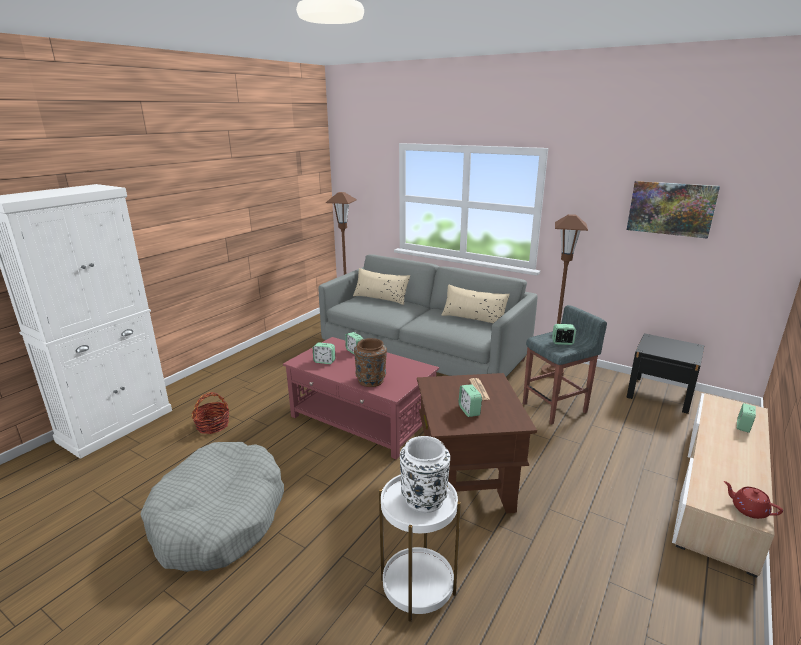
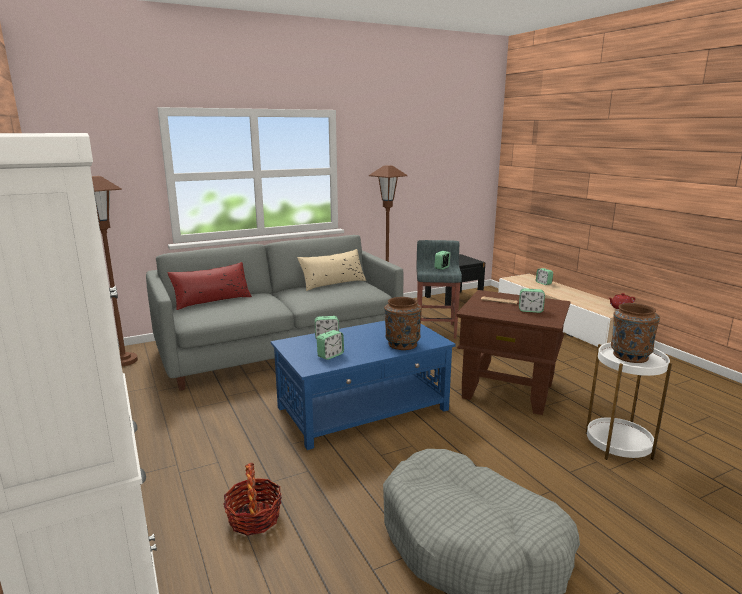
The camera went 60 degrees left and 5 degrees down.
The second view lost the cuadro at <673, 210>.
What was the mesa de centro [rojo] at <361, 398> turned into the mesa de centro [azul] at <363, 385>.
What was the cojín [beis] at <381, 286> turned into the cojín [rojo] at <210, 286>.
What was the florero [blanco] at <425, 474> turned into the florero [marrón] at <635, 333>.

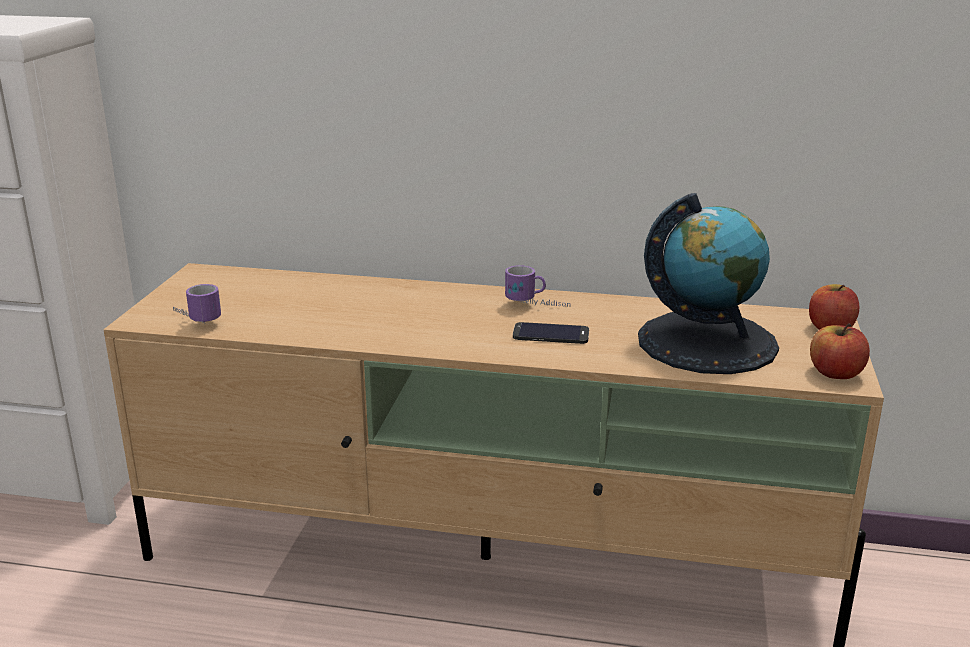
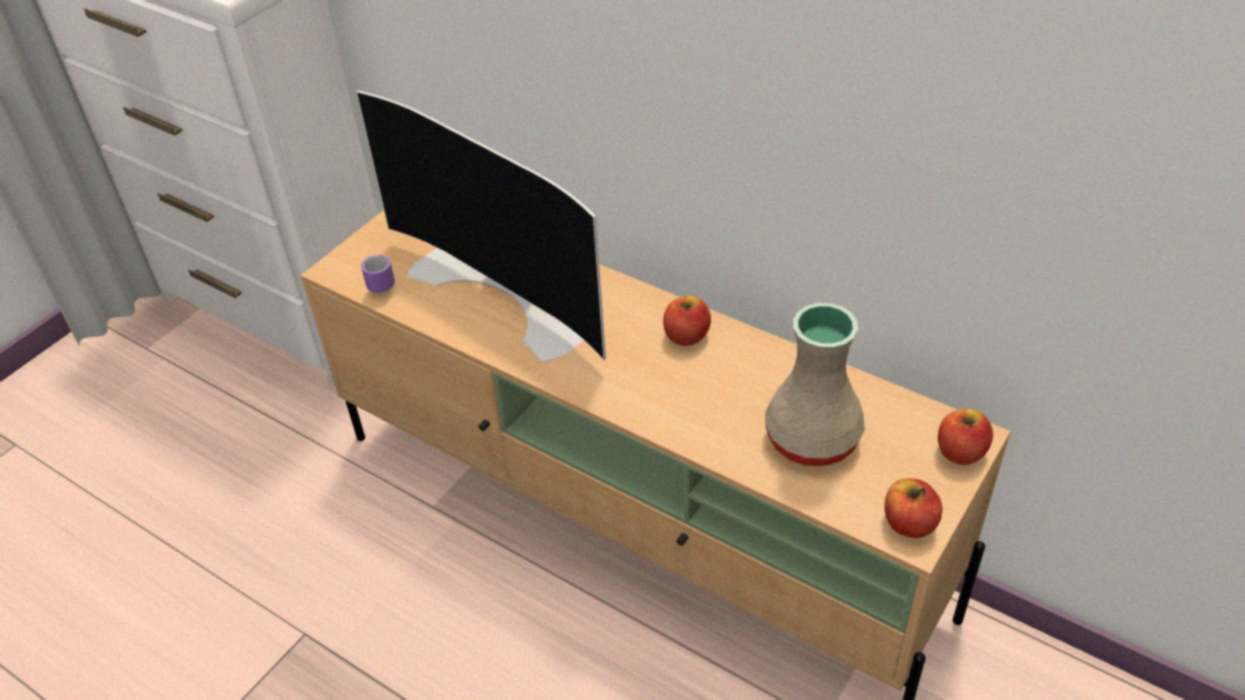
The camera went 25 degrees right and 20 degrees up.
The second view lost the móvil at <551, 333>.
The second view gained the televisor at <481, 226>.
Where the taza grande stood at <538, 286>, the manzana came to stand at <687, 321>.
Where the globo terráqueo stood at <708, 283>, the florero [beis] came to stand at <815, 384>.

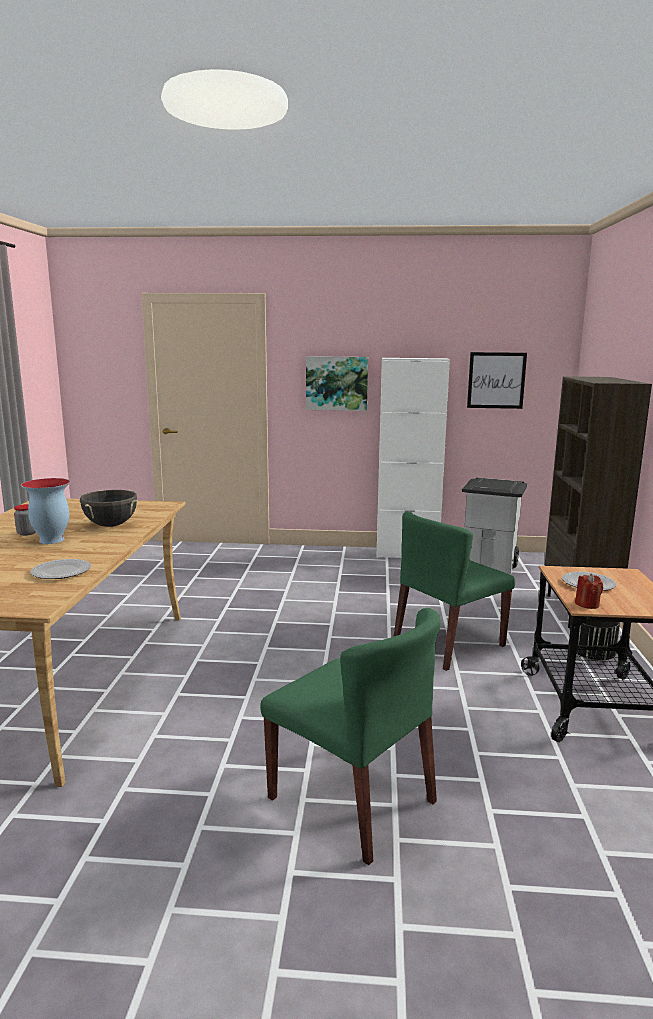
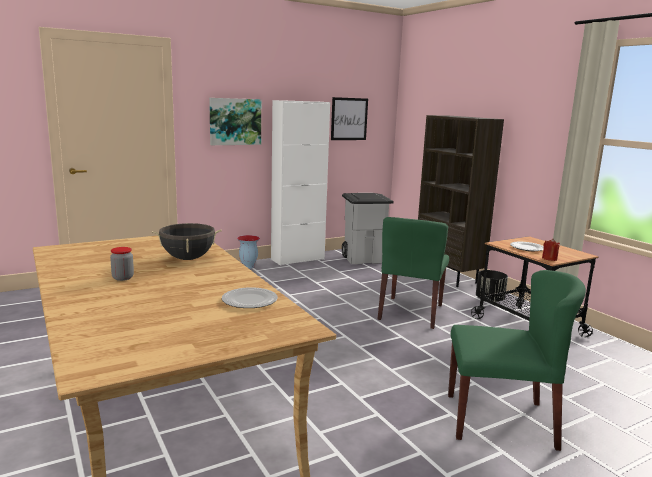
The camera went 35 degrees left and 0 degrees up.
The florero ended up elsewhere, having gone from <45, 511> to <248, 252>.

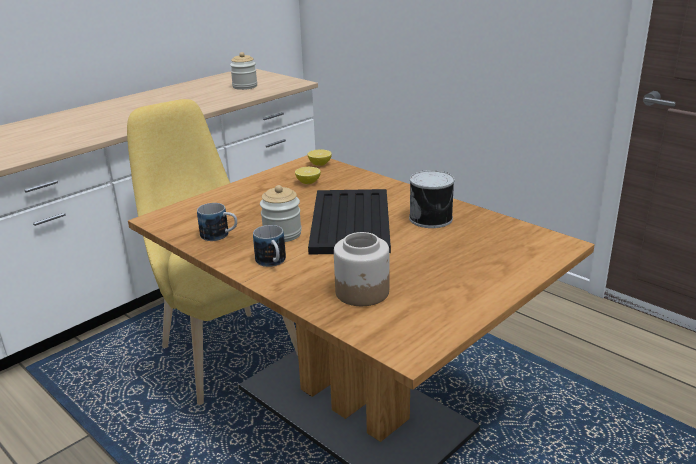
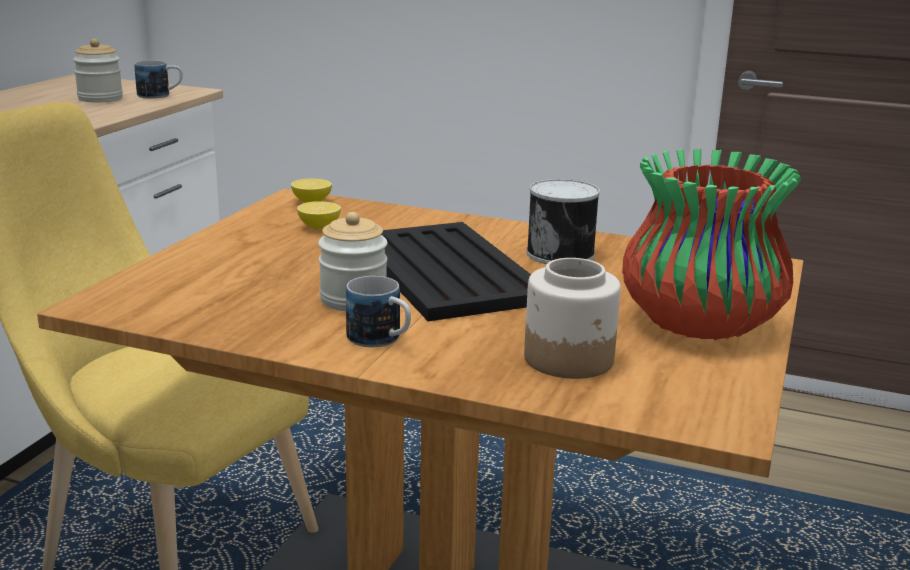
The camera went 25 degrees left and 5 degrees down.
The second view gained the florero at <711, 244>.
The taza grande ended up elsewhere, having gone from <217, 222> to <159, 80>.

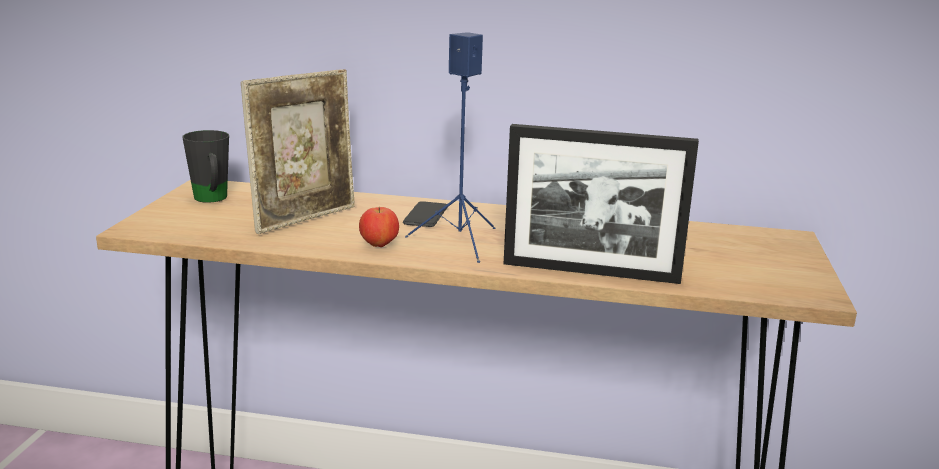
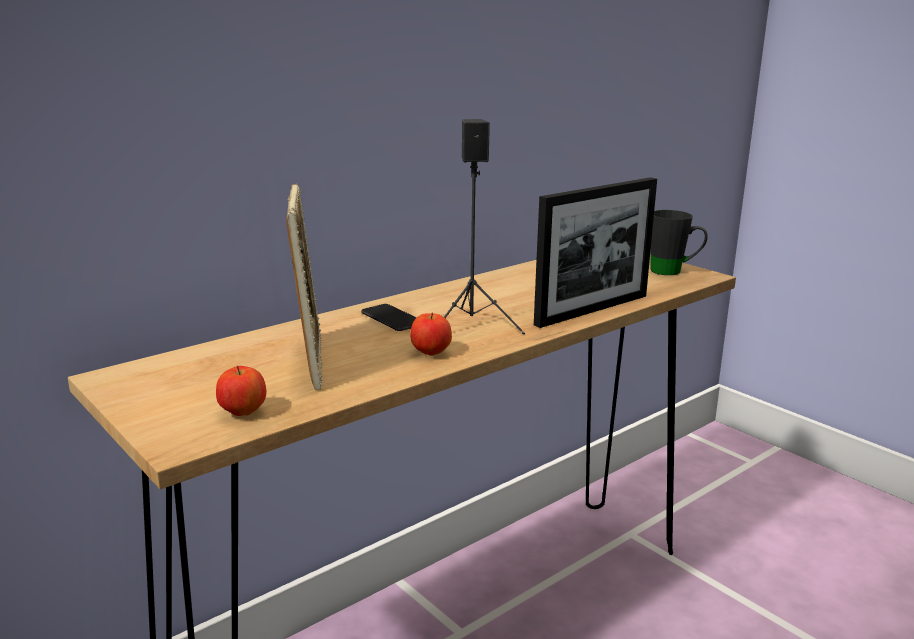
The camera went 50 degrees left and 0 degrees up.
The second view gained the manzana at <241, 391>.
The taza grande [negro] ended up elsewhere, having gone from <205, 166> to <679, 242>.
What was the altavoz [azul] at <450, 147> turned into the altavoz [negro] at <484, 226>.

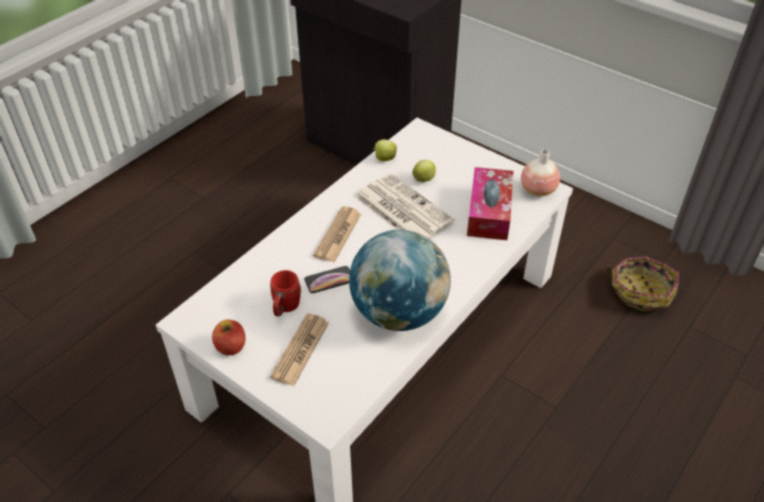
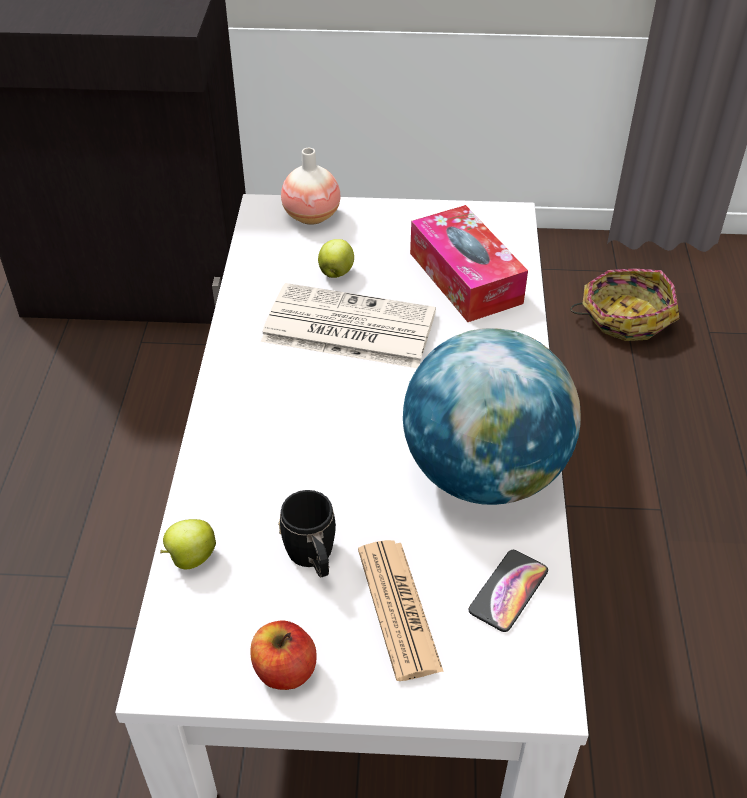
The camera went 35 degrees left and 0 degrees up.
The second view lost the periódico at <337, 234>.
The móvil ended up elsewhere, having gone from <327, 279> to <508, 591>.
The manzana ended up elsewhere, having gone from <385, 150> to <188, 544>.
The florero ended up elsewhere, having gone from <540, 173> to <310, 186>.
What was the taza grande [rojo] at <286, 293> turned into the taza grande [negro] at <307, 534>.

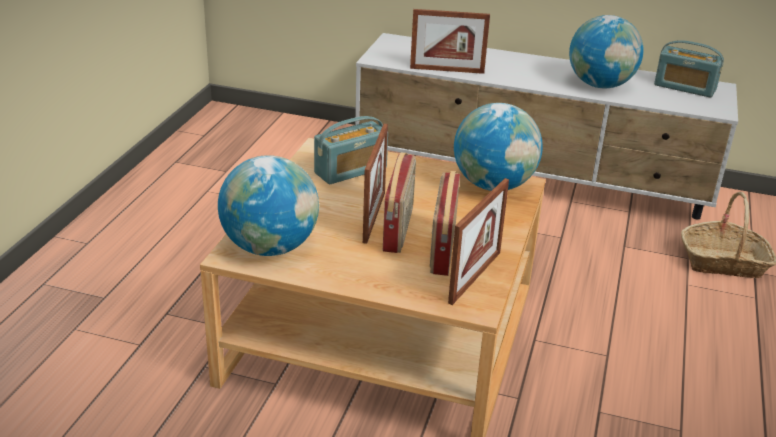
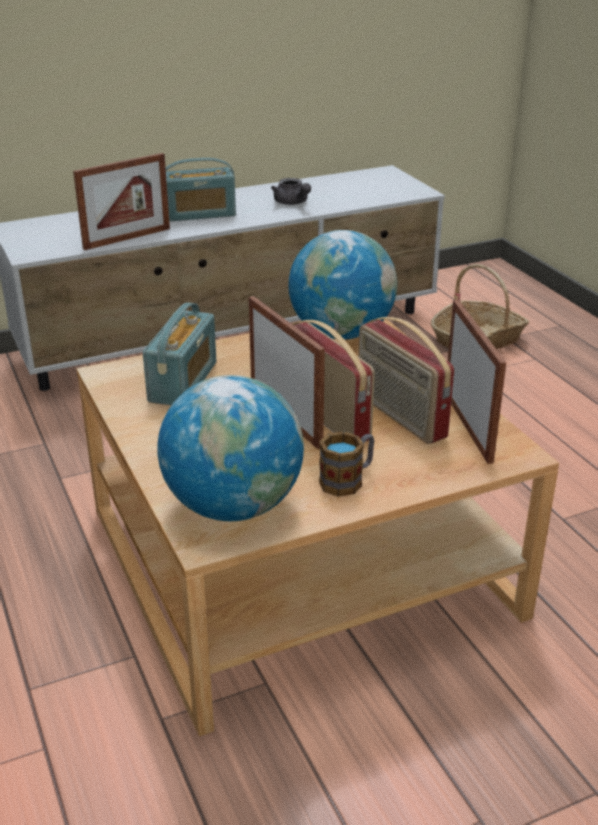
The camera went 40 degrees left and 0 degrees up.
The second view gained the taza grande at <346, 464>.
The radio ended up elsewhere, having gone from <689, 69> to <200, 190>.
Where the globo terráqueo stood at <606, 51>, the tetera [gris] came to stand at <291, 191>.

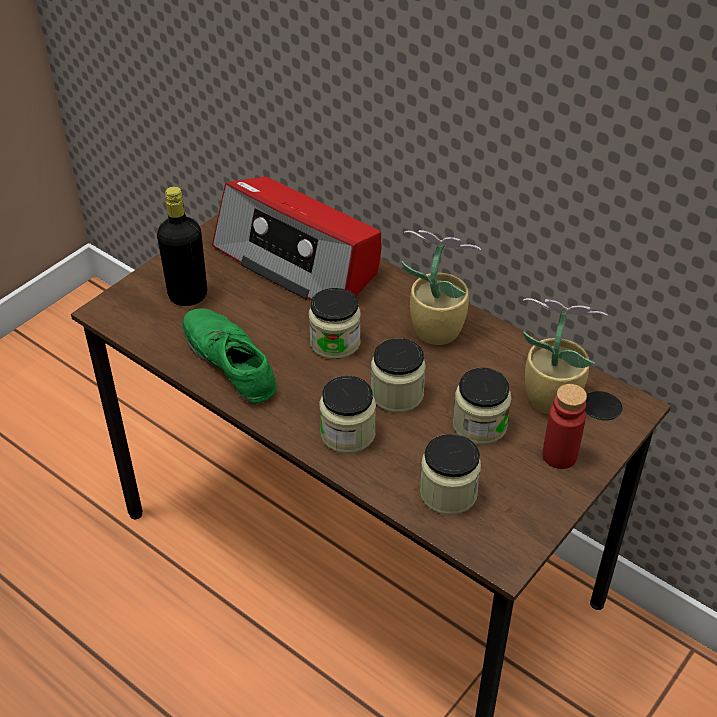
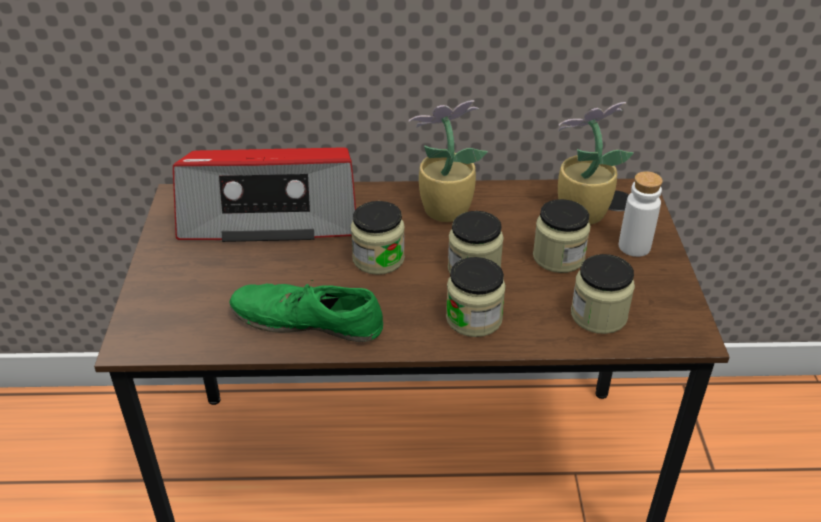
The camera went 40 degrees left and 5 degrees down.
The second view lost the botella [negro] at <182, 246>.
What was the botella [rojo] at <564, 426> turned into the botella [blanco] at <641, 214>.

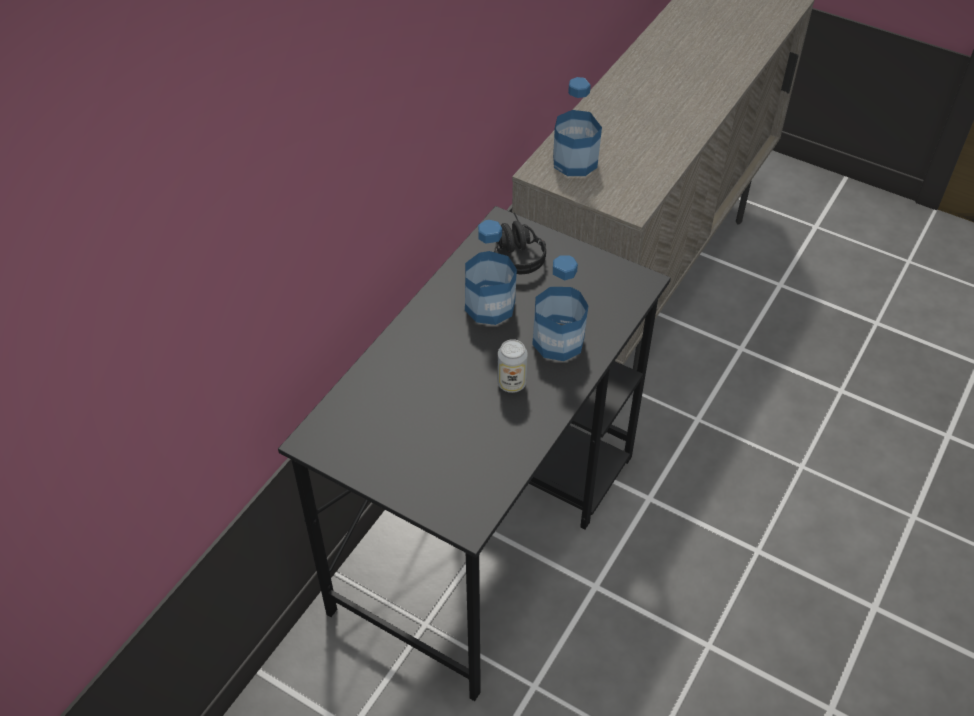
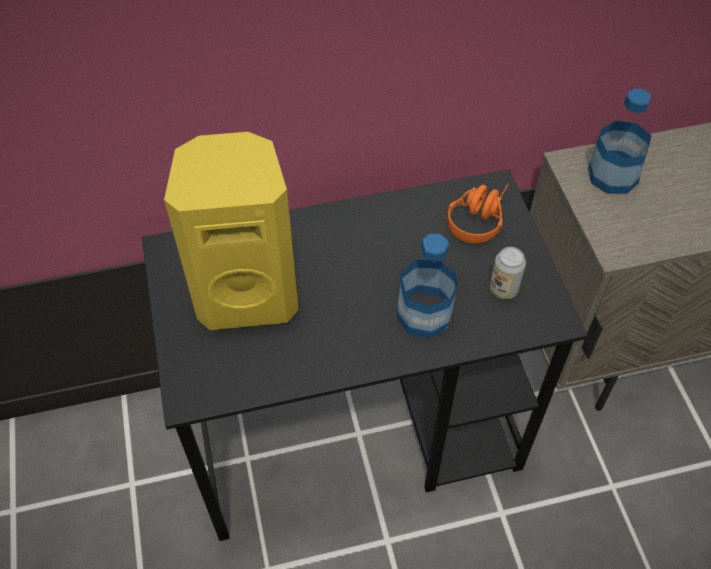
The camera went 45 degrees right and 5 degrees up.
The second view lost the botella at <491, 272>.
The second view gained the altavoz [amarillo] at <231, 231>.
The lata ended up elsewhere, having gone from <512, 366> to <508, 273>.
What was the auriculares [negro] at <520, 243> turned into the auriculares [naranja] at <478, 213>.

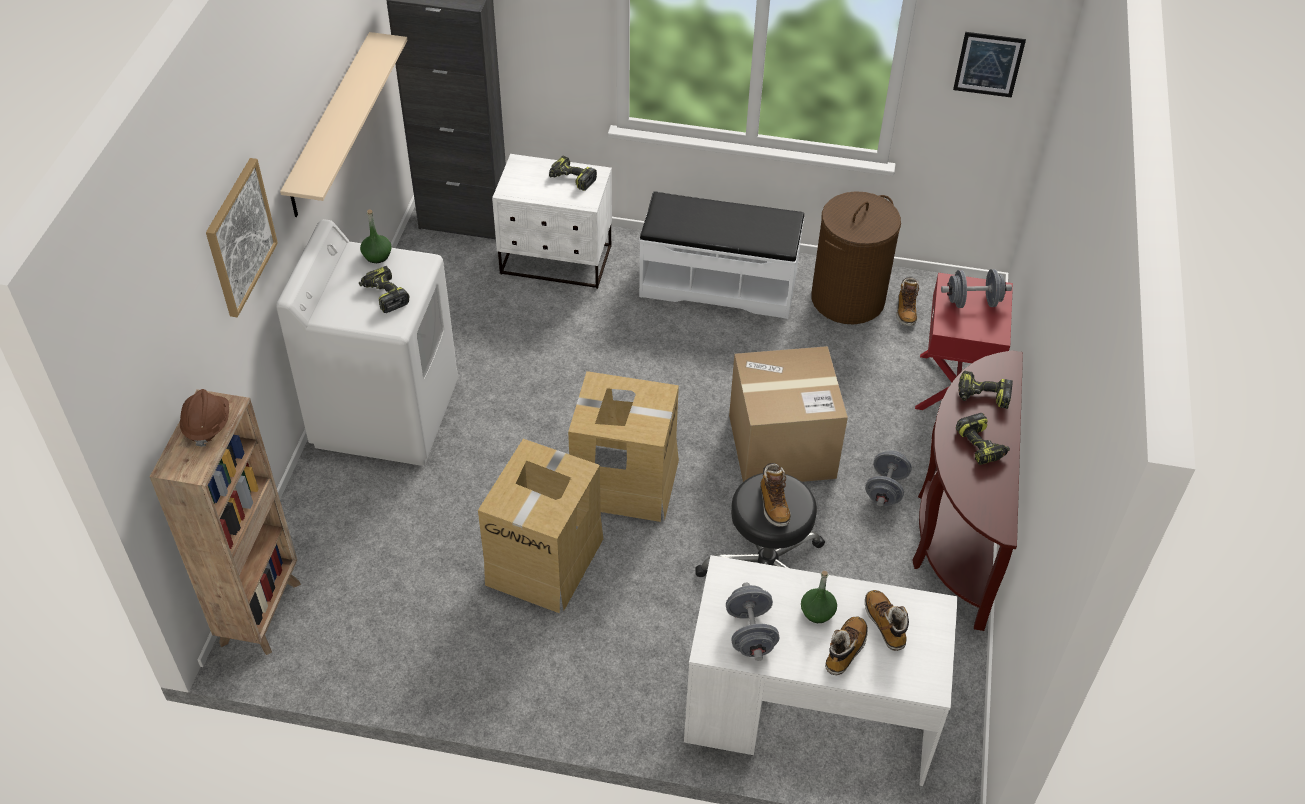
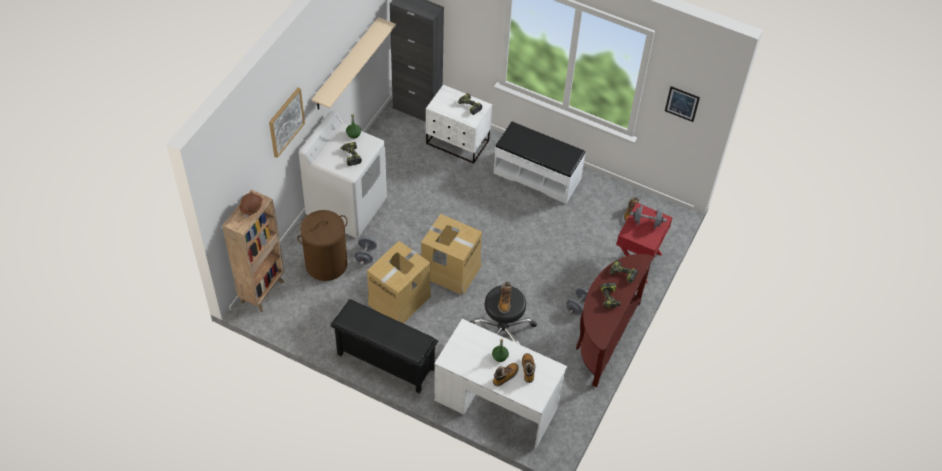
The camera went 15 degrees right and 5 degrees up.
The second view lost the caja de cartón at <788, 414>.
The second view gained the zapatero [negro] at <384, 346>.
The mancuerna [gris] ended up elsewhere, having gone from <752, 622> to <365, 250>.
The cesto de la ropa [marrón] ended up elsewhere, having gone from <856, 257> to <322, 245>.

